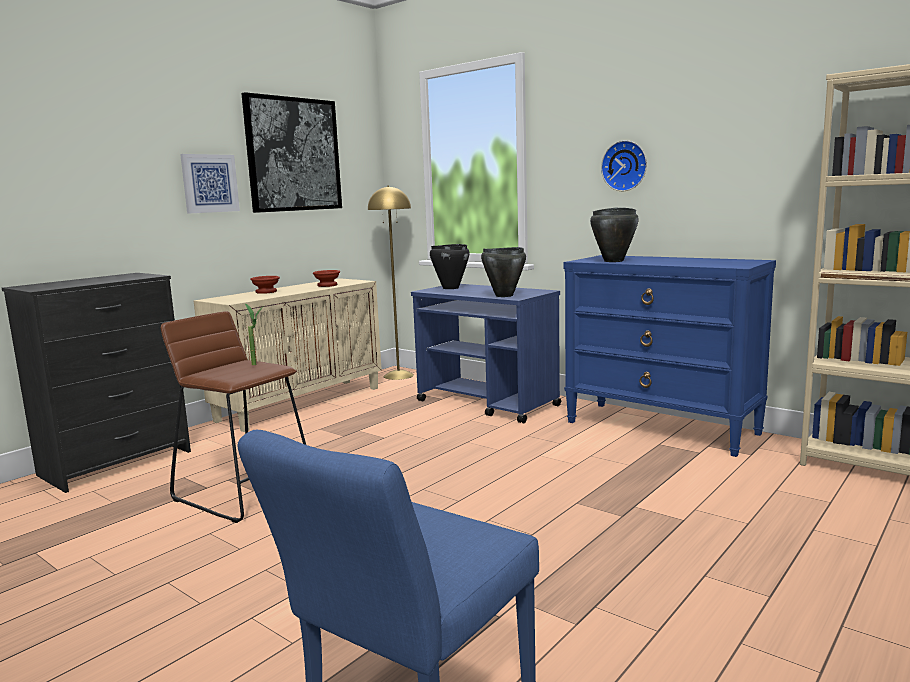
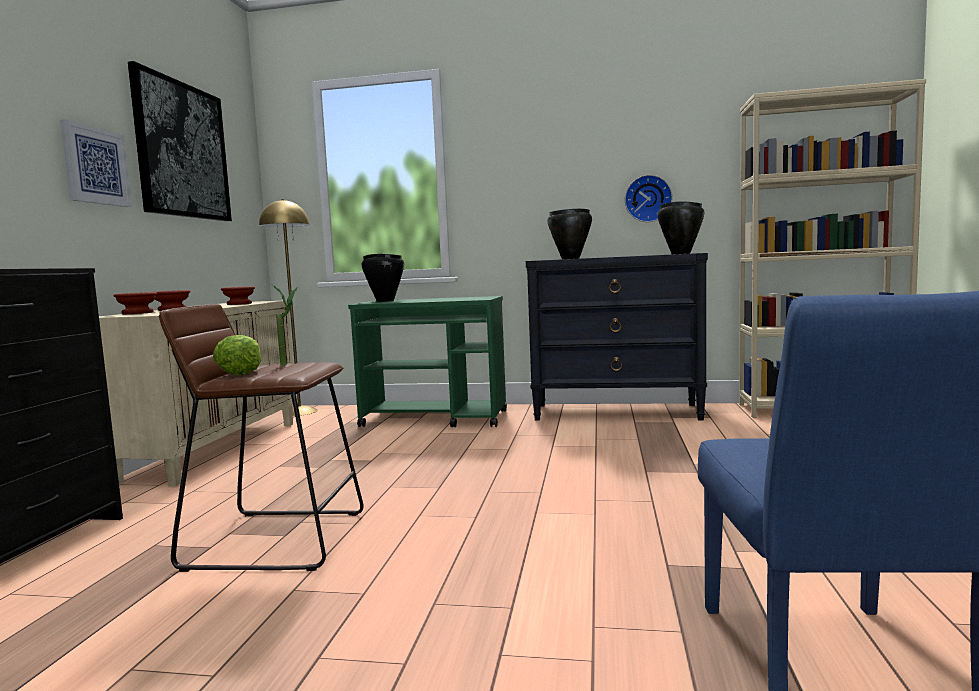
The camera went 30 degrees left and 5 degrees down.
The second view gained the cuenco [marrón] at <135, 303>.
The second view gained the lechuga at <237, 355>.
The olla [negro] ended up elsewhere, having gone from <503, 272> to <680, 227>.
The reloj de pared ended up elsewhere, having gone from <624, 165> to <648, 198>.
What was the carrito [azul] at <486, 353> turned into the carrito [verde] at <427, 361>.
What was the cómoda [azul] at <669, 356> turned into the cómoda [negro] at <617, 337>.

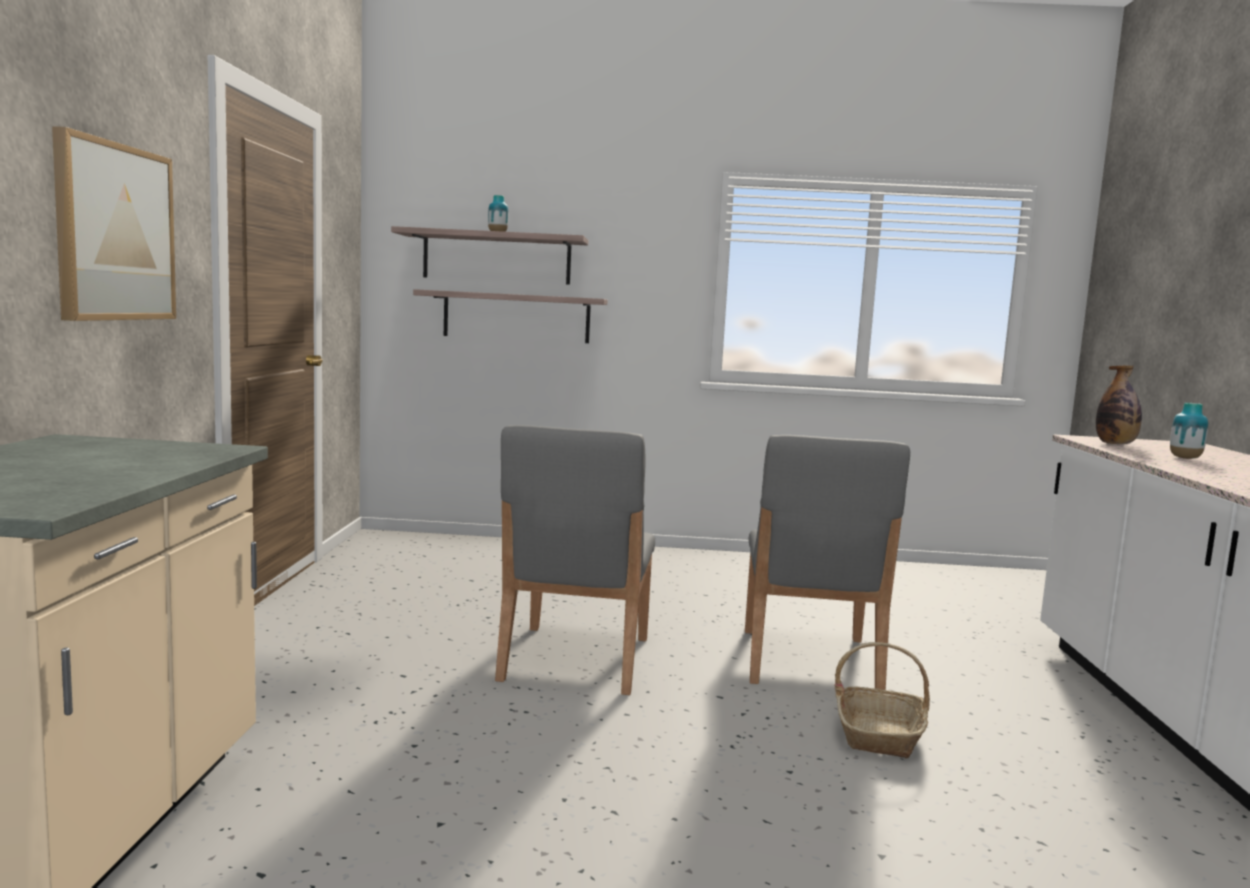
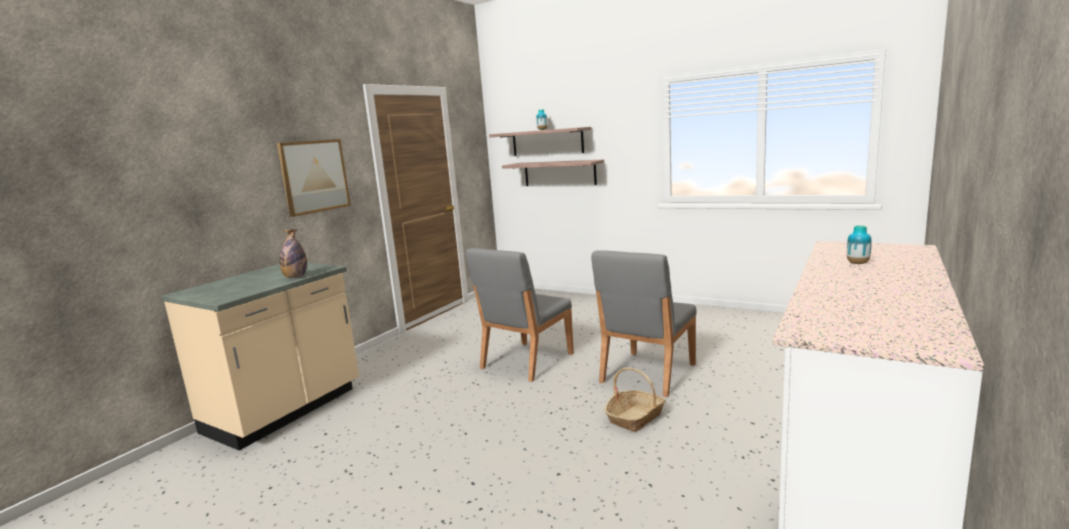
The camera went 30 degrees right and 5 degrees up.
The botella ended up elsewhere, having gone from <1119, 404> to <293, 253>.

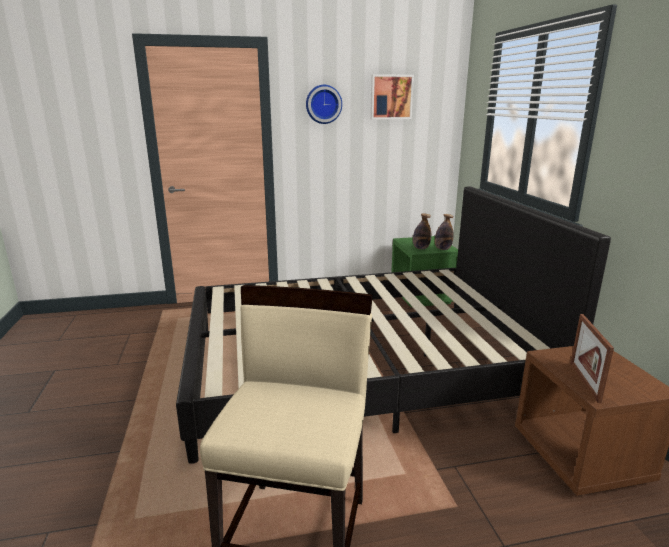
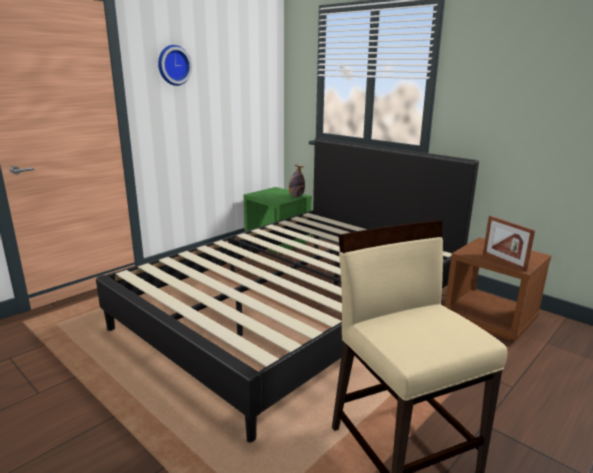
The camera went 35 degrees left and 0 degrees up.
The second view lost the cuadro at <392, 96>.
The second view lost the botella at <422, 231>.

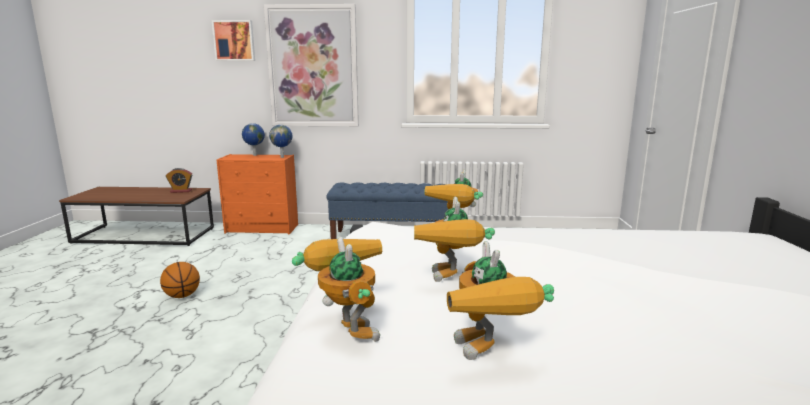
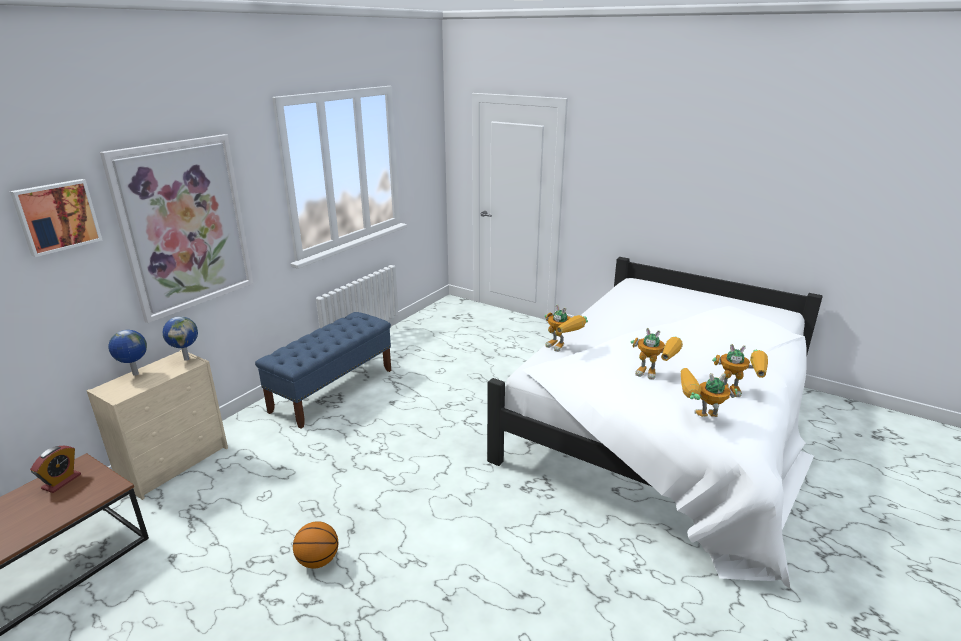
The camera went 60 degrees left and 10 degrees up.
What was the cómoda [naranja] at <257, 194> turned into the cómoda [beis] at <157, 425>.

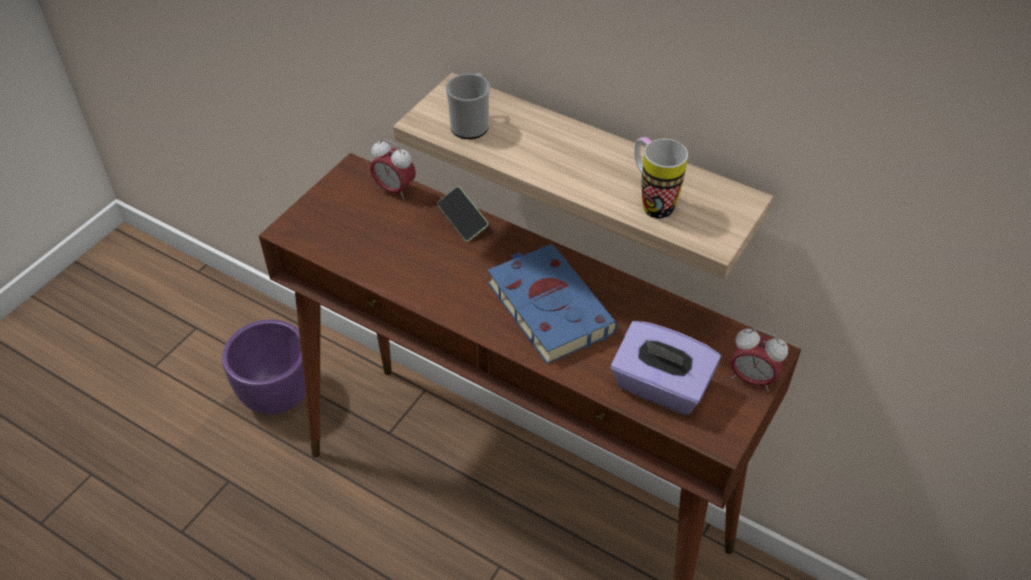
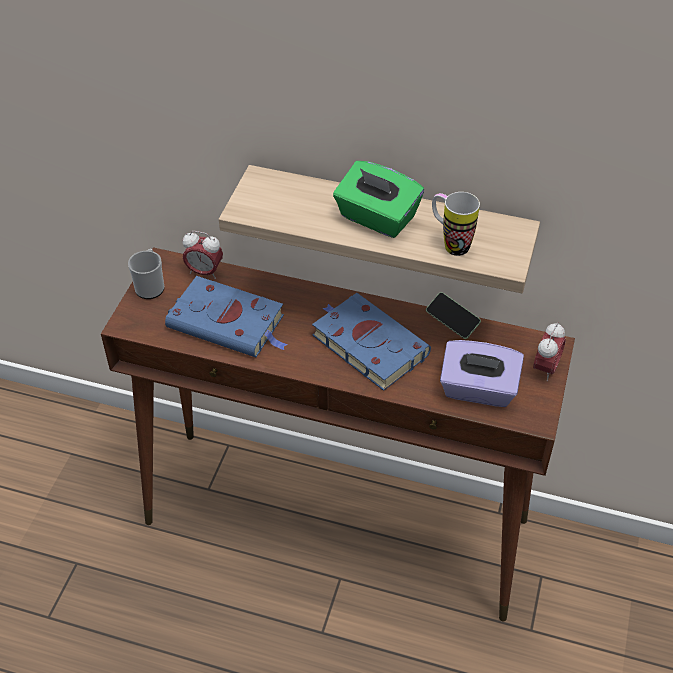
The camera went 15 degrees left and 0 degrees up.
The second view lost the maceta [morado] at <264, 367>.
The second view gained the libro [azul] at <226, 316>.
The second view gained the caja de pañuelos [verde] at <378, 199>.
The móvil ended up elsewhere, having gone from <463, 214> to <453, 315>.
The taza grande ended up elsewhere, having gone from <468, 106> to <146, 274>.
The despertador at <759, 360> ended up facing another way, 75 degrees counterclockwise from before.

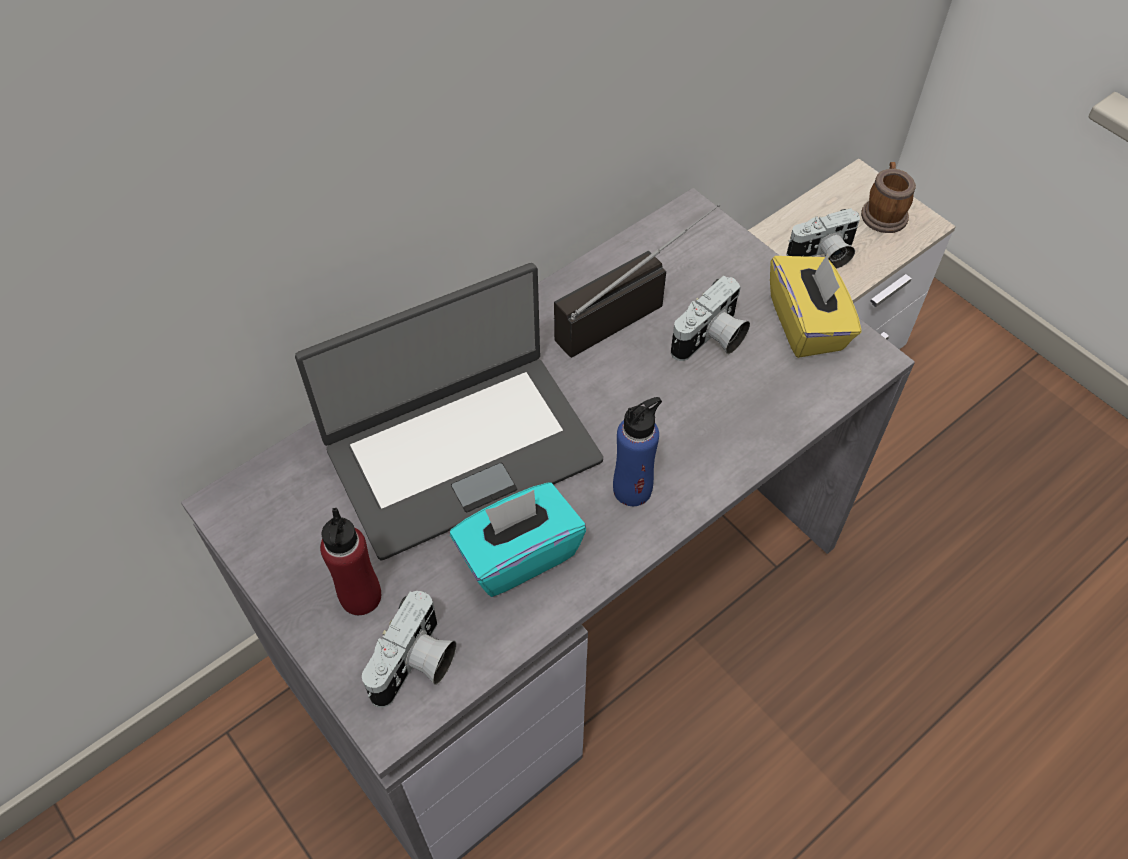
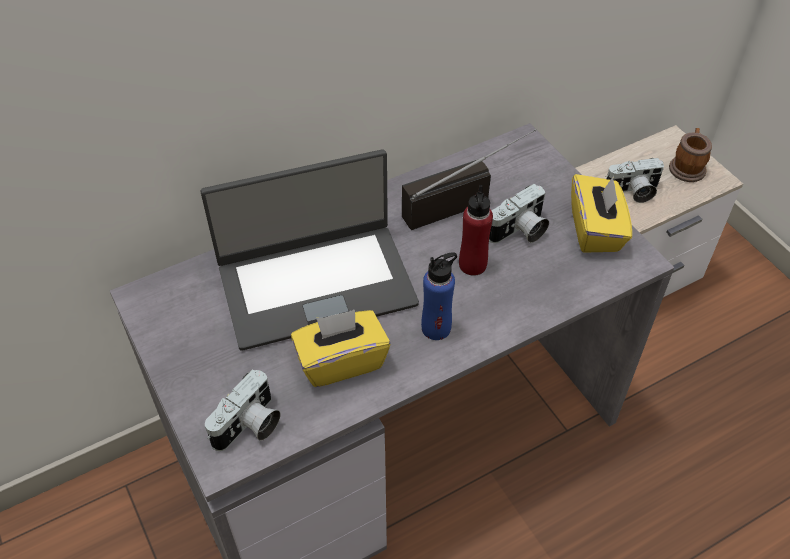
The camera went 10 degrees right and 5 degrees down.
The botella [rojo] ended up elsewhere, having gone from <350, 561> to <476, 230>.
What was the caja de pañuelos [turquesa] at <518, 539> turned into the caja de pañuelos [amarillo] at <340, 348>.

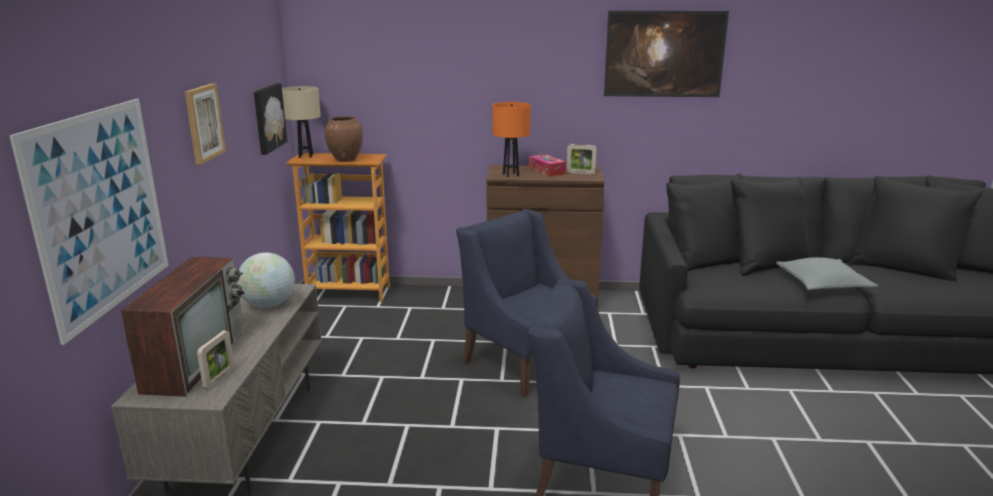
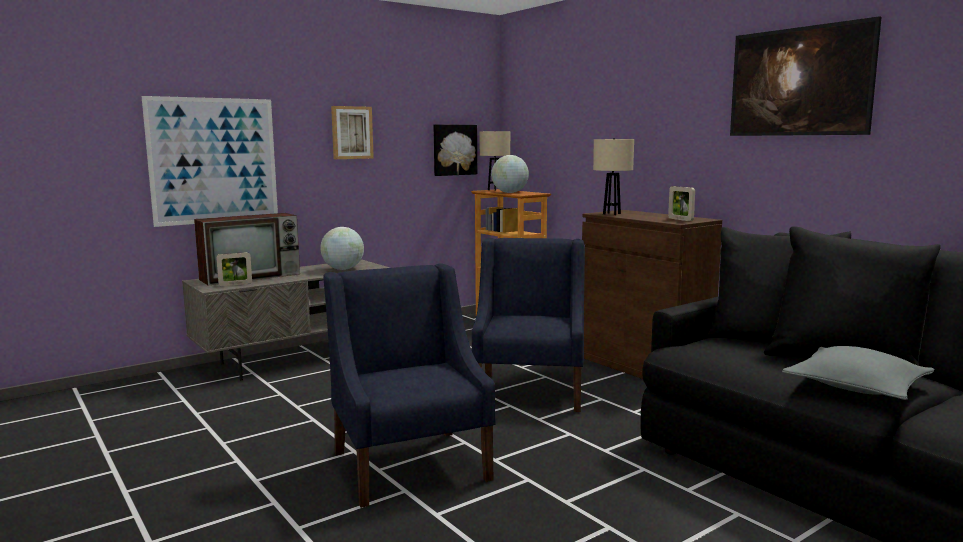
The camera went 50 degrees right and 10 degrees down.
The second view lost the caja de pañuelos at <547, 165>.
Where the florero [marrón] stood at <344, 139>, the globo terráqueo came to stand at <510, 174>.
What was the lámpara de mesa [naranja] at <511, 139> turned into the lámpara de mesa [beis] at <613, 177>.

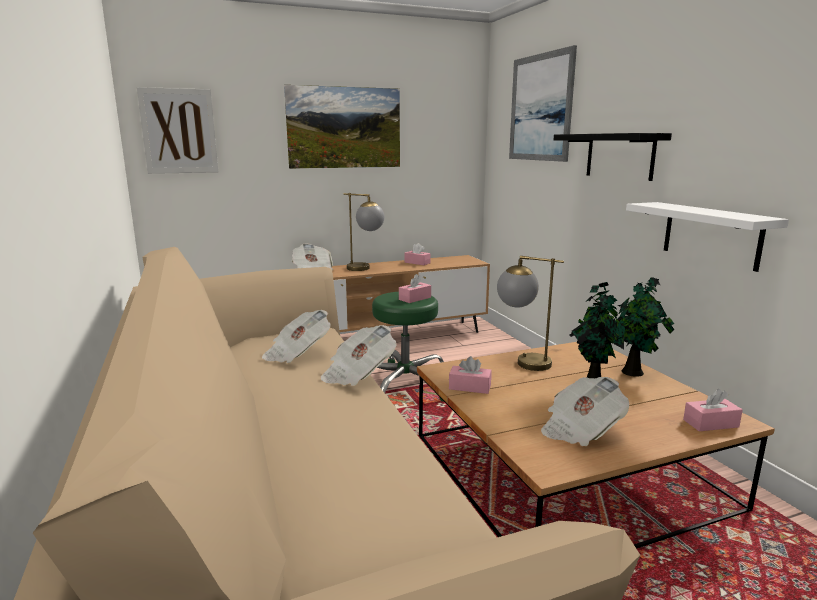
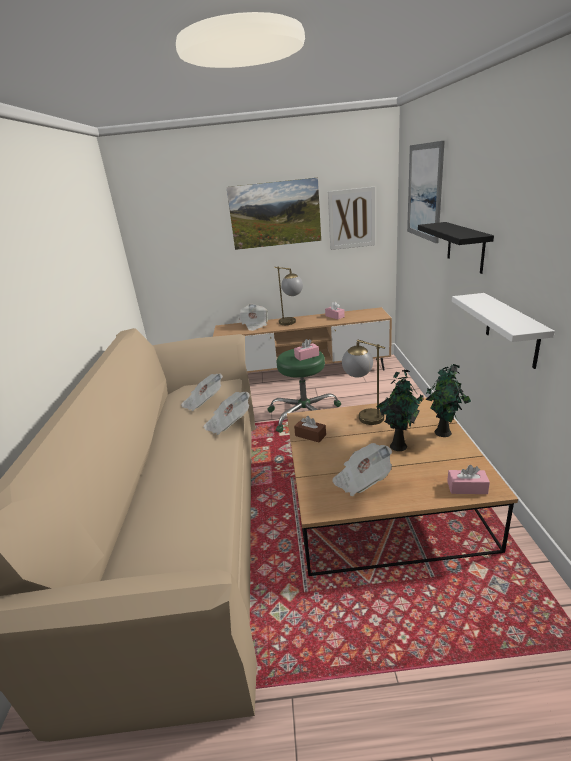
The camera went 20 degrees right and 10 degrees up.
The cuadro ended up elsewhere, having gone from <177, 130> to <351, 218>.
What was the caja de pañuelos [rosa] at <470, 375> turned into the caja de pañuelos [marrón] at <310, 429>.

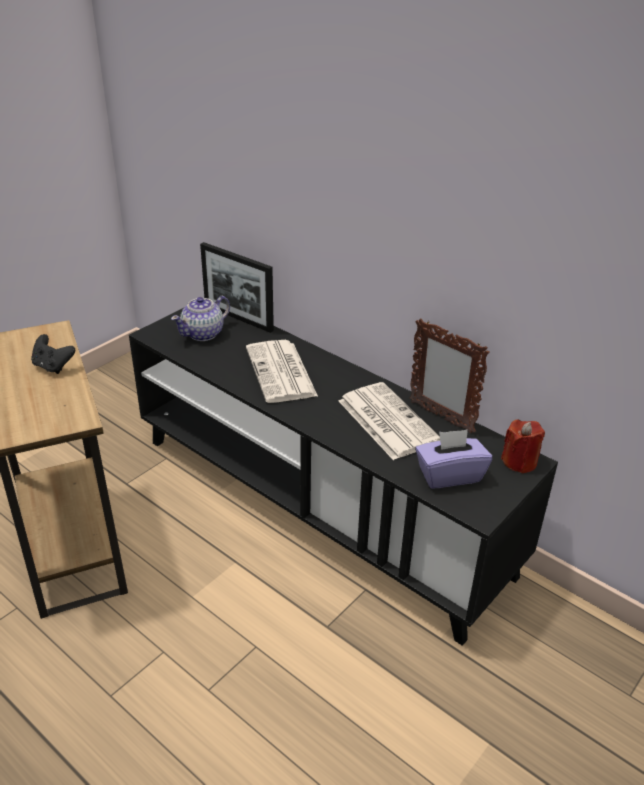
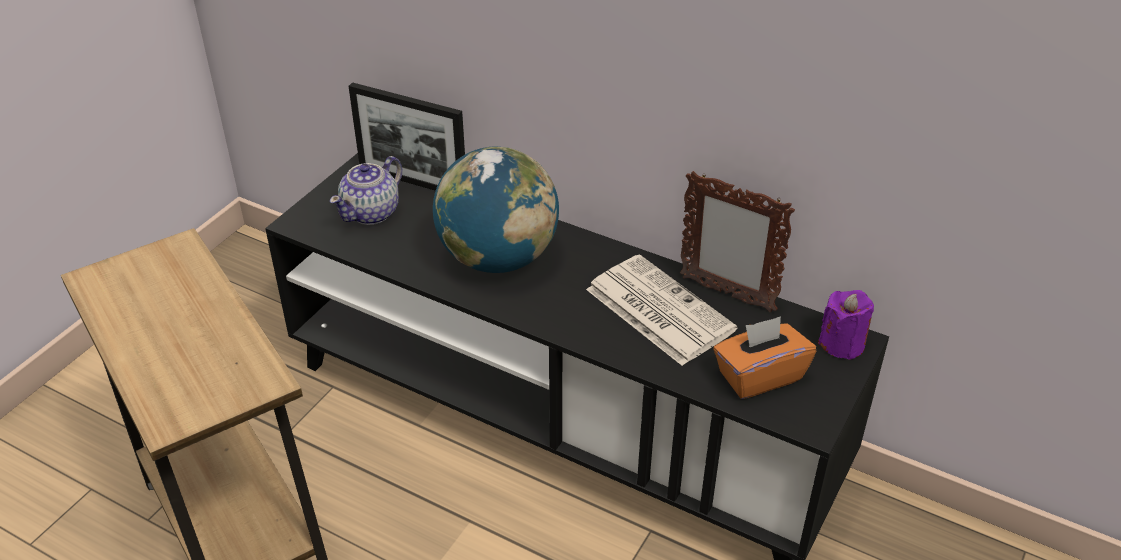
The camera went 10 degrees left and 5 degrees up.
The second view lost the mando de consola [negro] at <53, 354>.
Where the periódico stood at <282, 371>, the globo terráqueo came to stand at <496, 210>.
What was the caja de pañuelos [morado] at <453, 459> turned into the caja de pañuelos [naranja] at <764, 357>.
What was the vela [rojo] at <523, 446> turned into the vela [morado] at <846, 325>.

